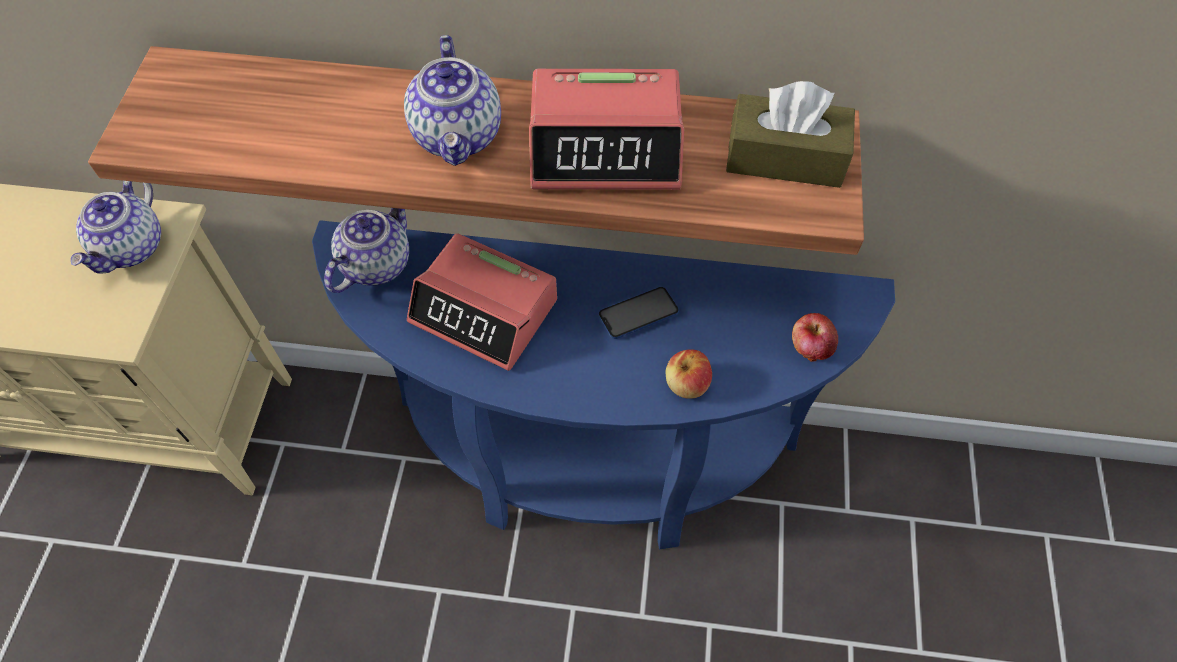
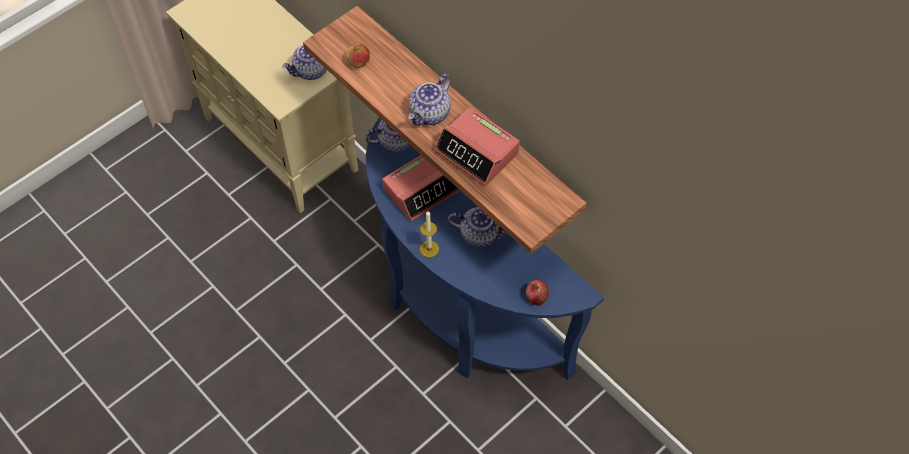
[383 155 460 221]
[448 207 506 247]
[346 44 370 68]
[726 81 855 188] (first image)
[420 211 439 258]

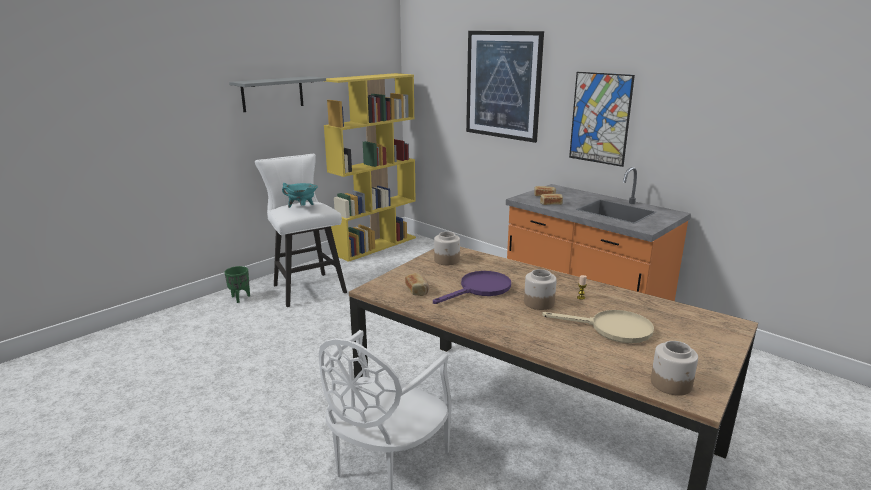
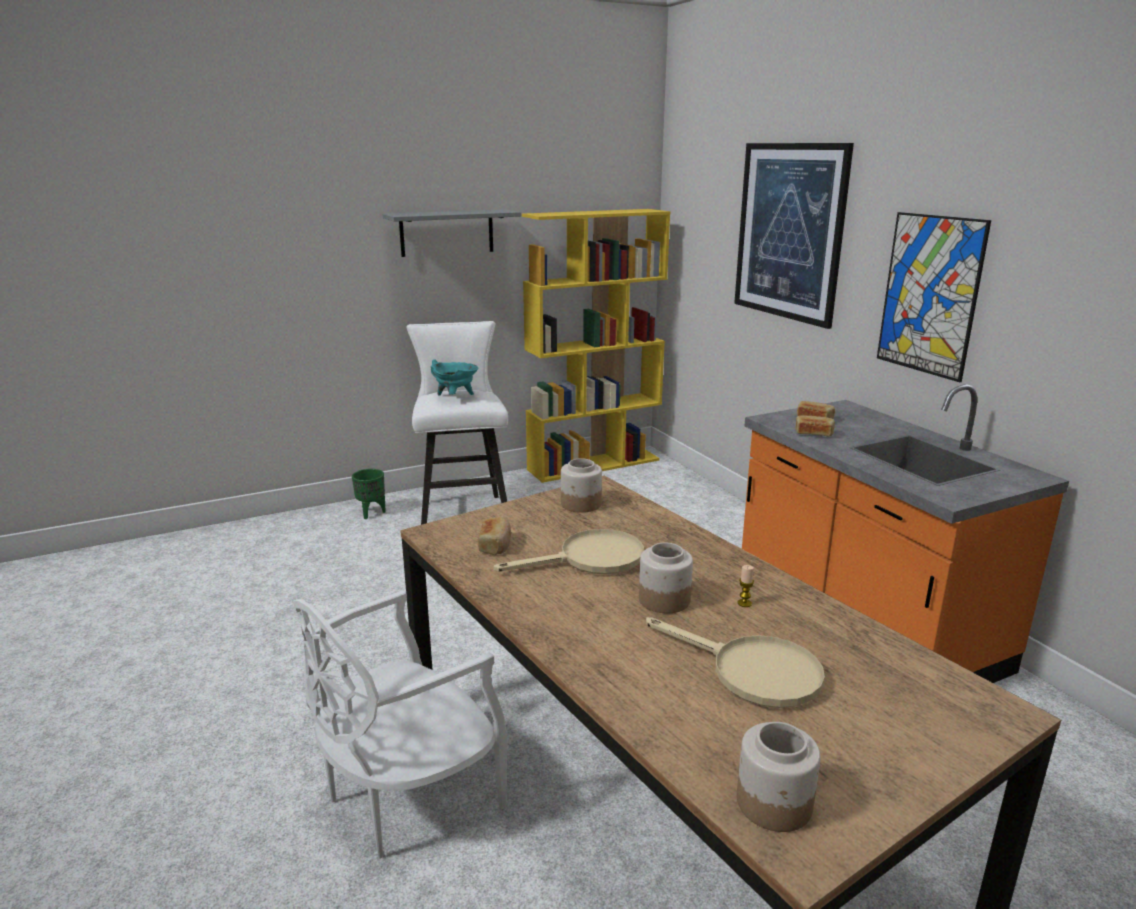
[494 529 644 574]

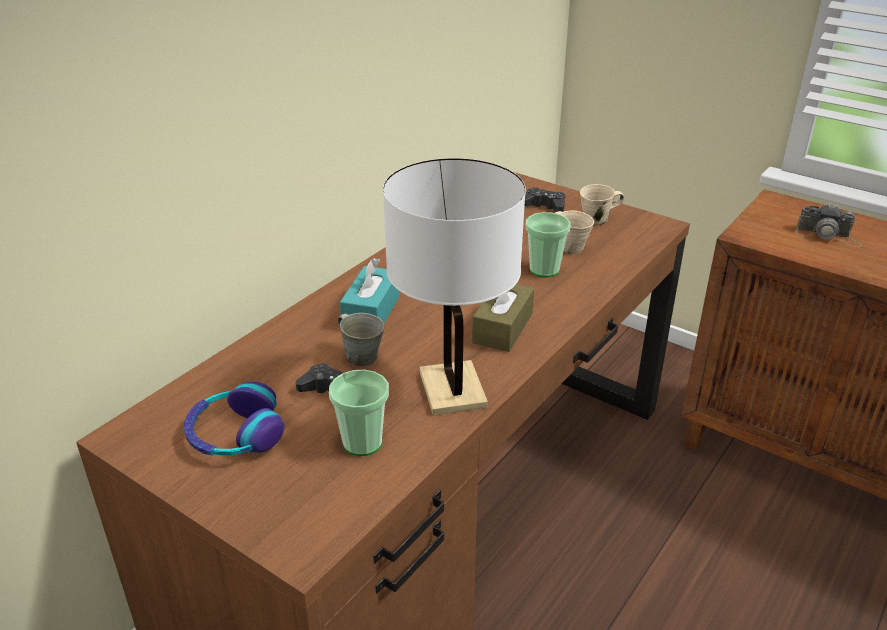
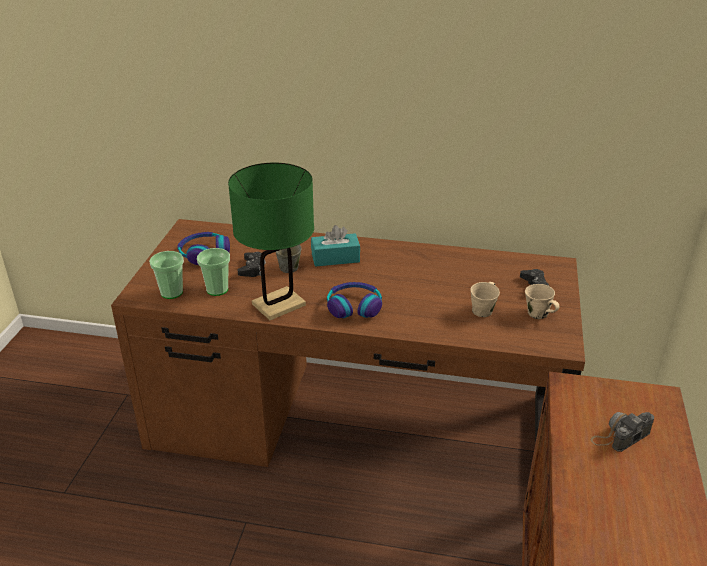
[228 162 314 320]
[327 282 382 318]
[149 251 184 299]
[591 412 654 452]

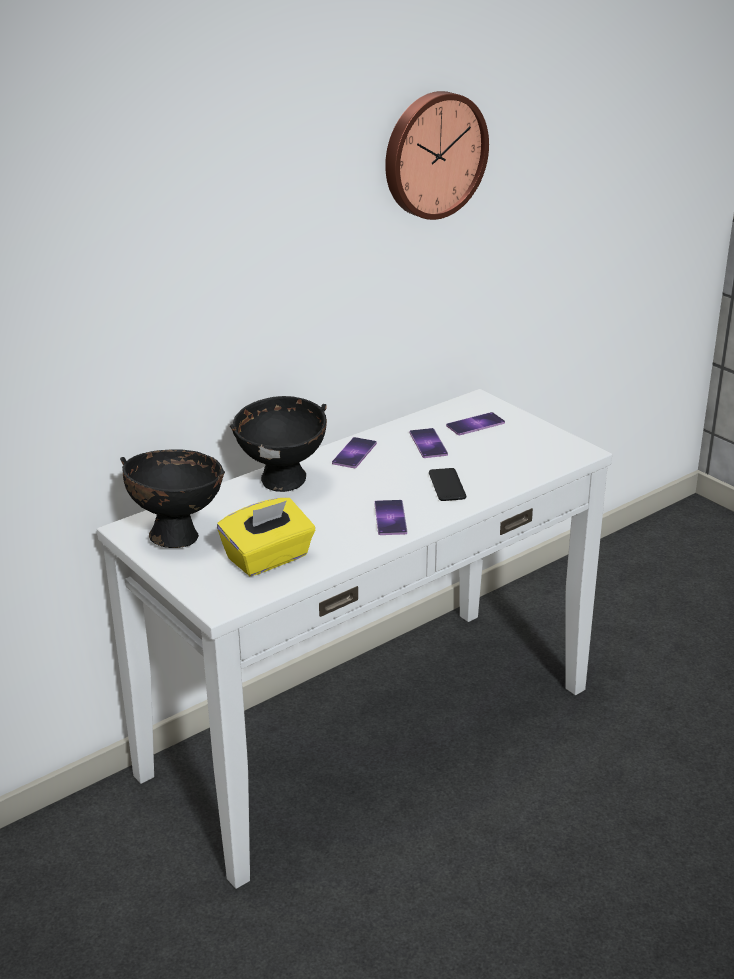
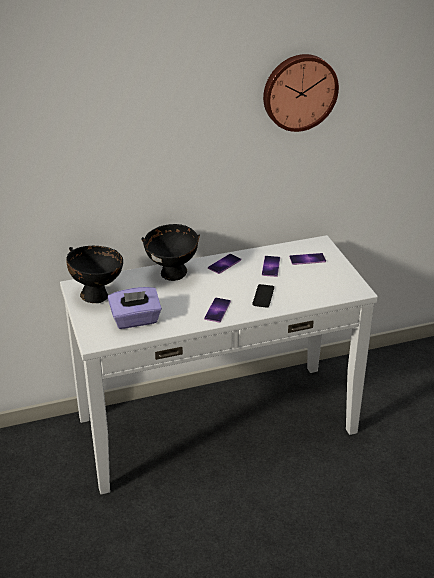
[108 287 162 329]

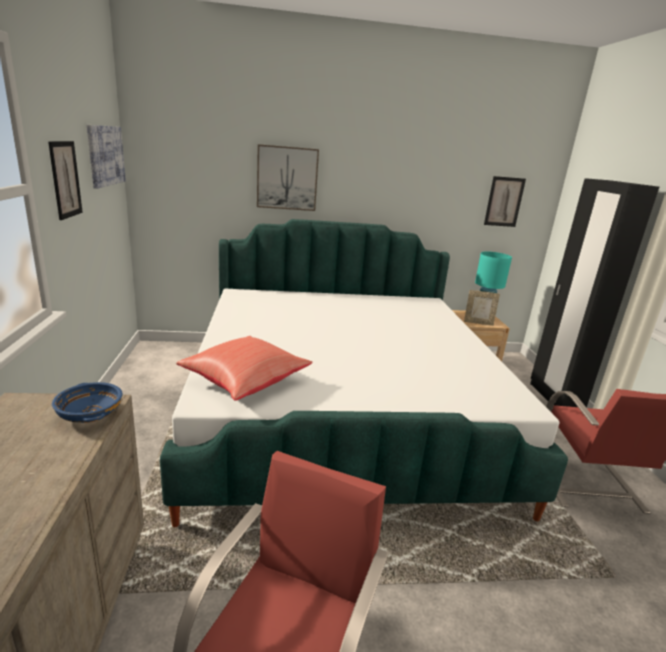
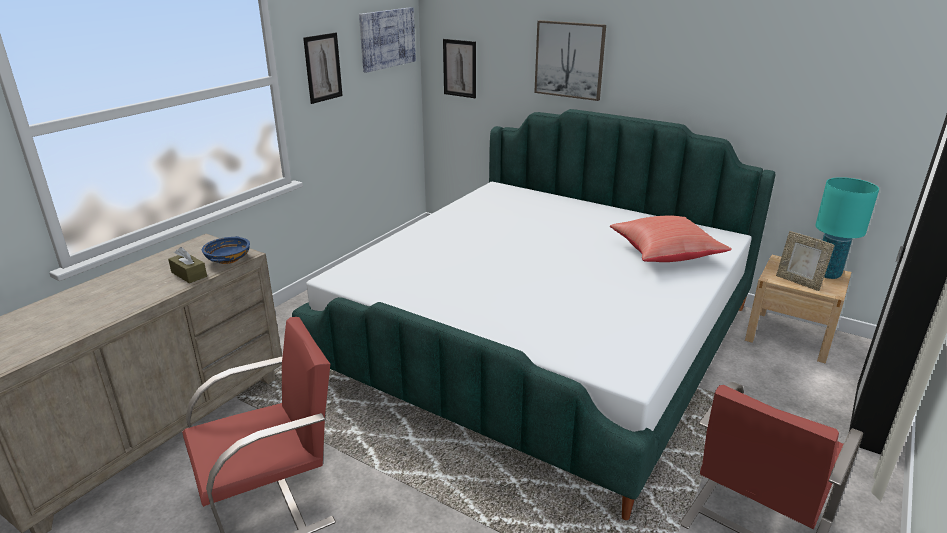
[610 216 732 262]
[443 39 476 98]
[168 247 207 283]

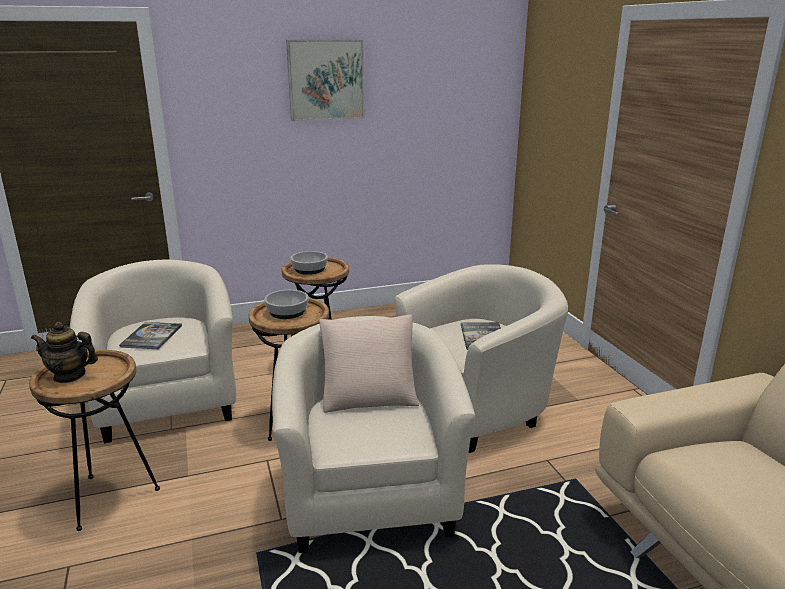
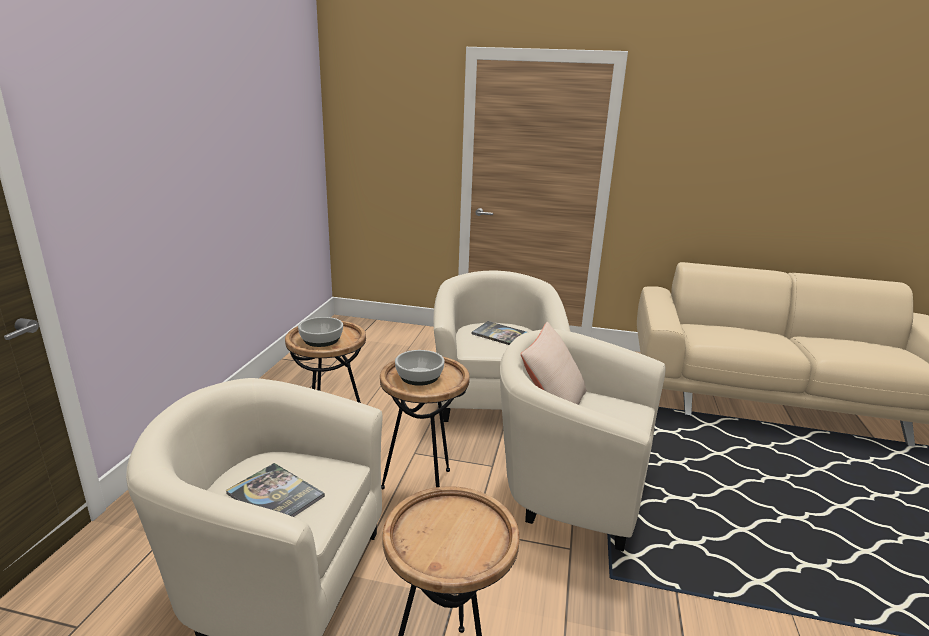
[31 322 98 383] (first image)
[286 40 365 121] (first image)

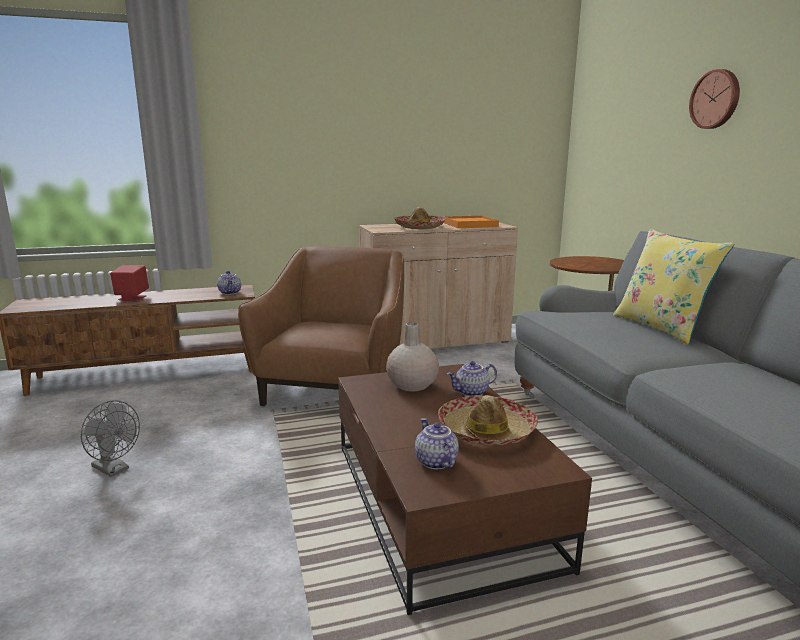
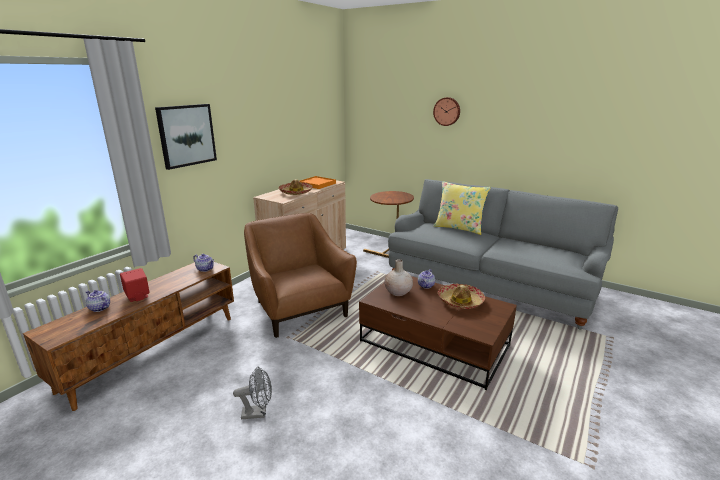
[86 290 110 312]
[155 104 217 170]

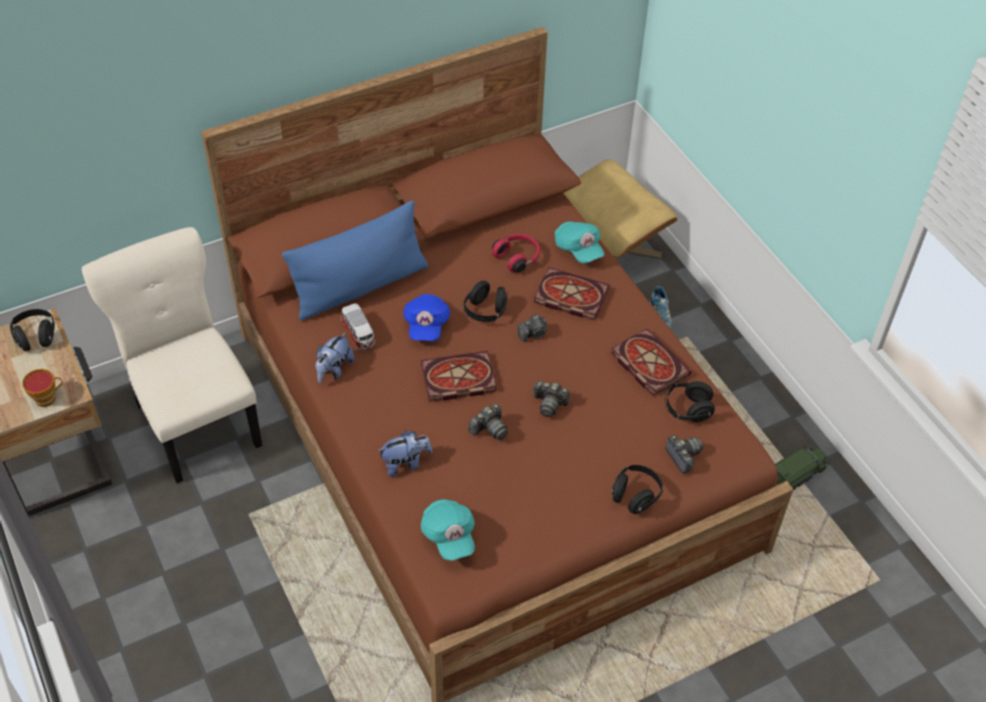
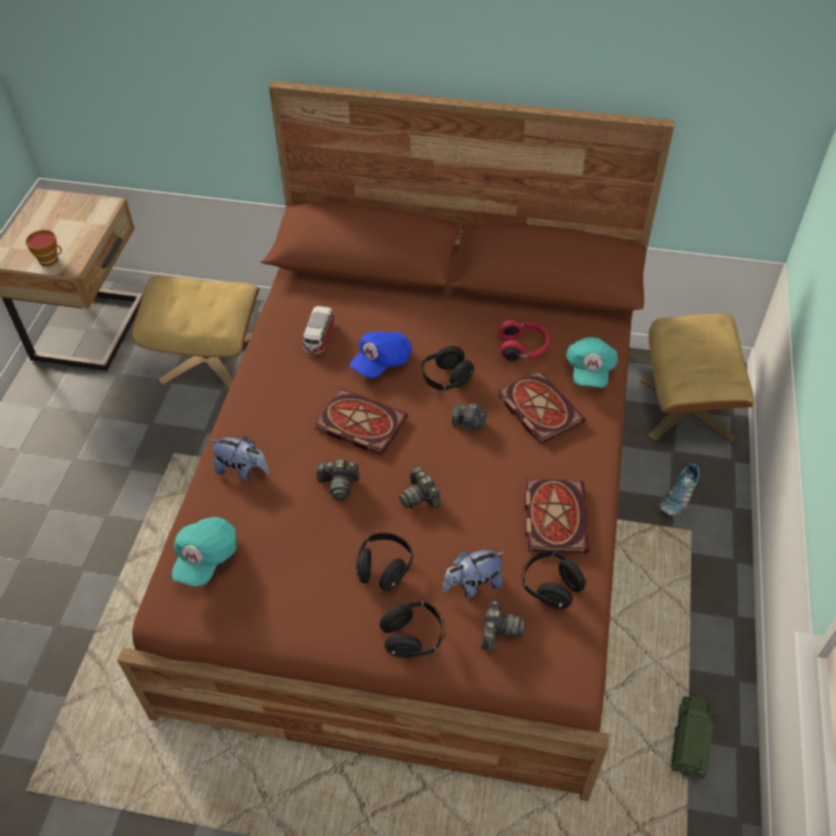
[356 533 413 591]
[131 276 260 389]
[282 200 428 321] (first image)
[443 550 505 598]
[671 696 716 780]

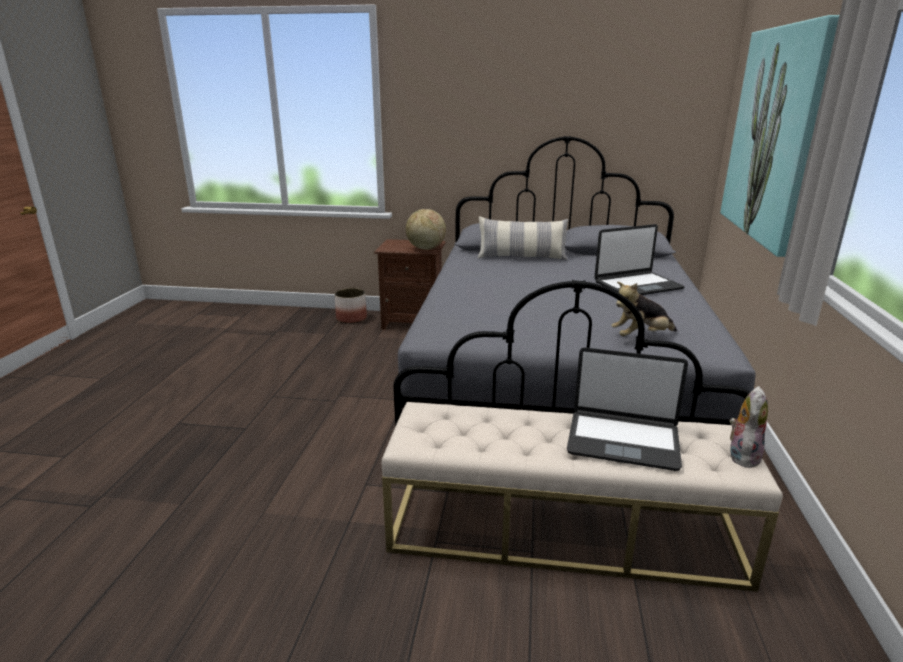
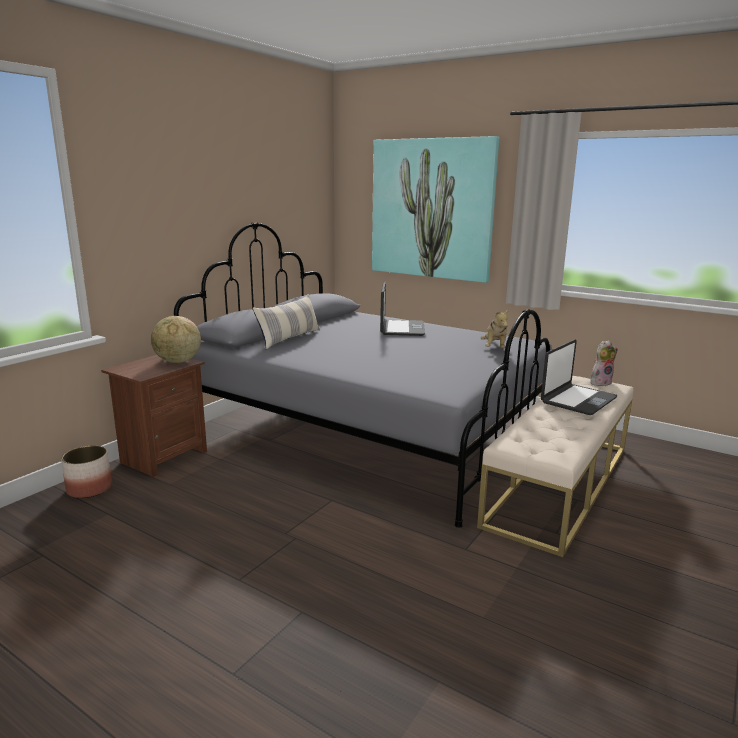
[590 340 618 386]

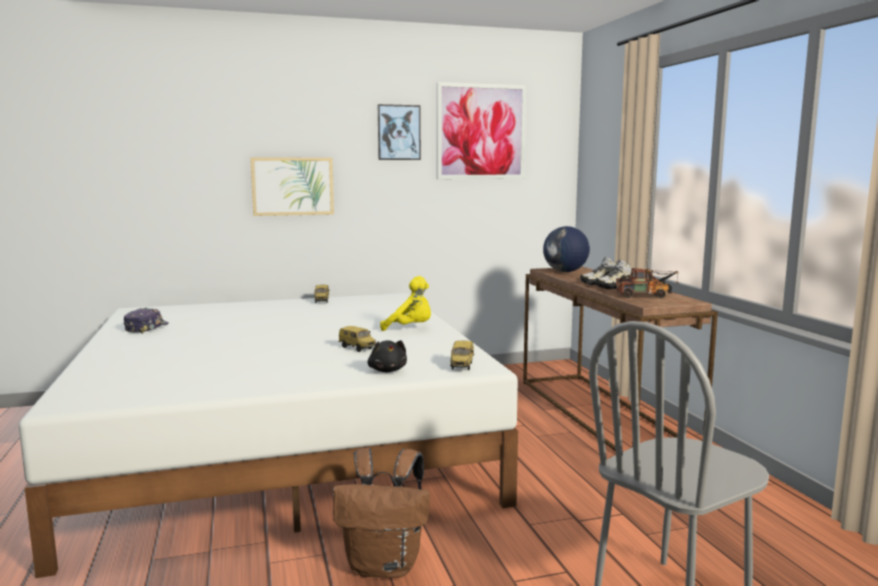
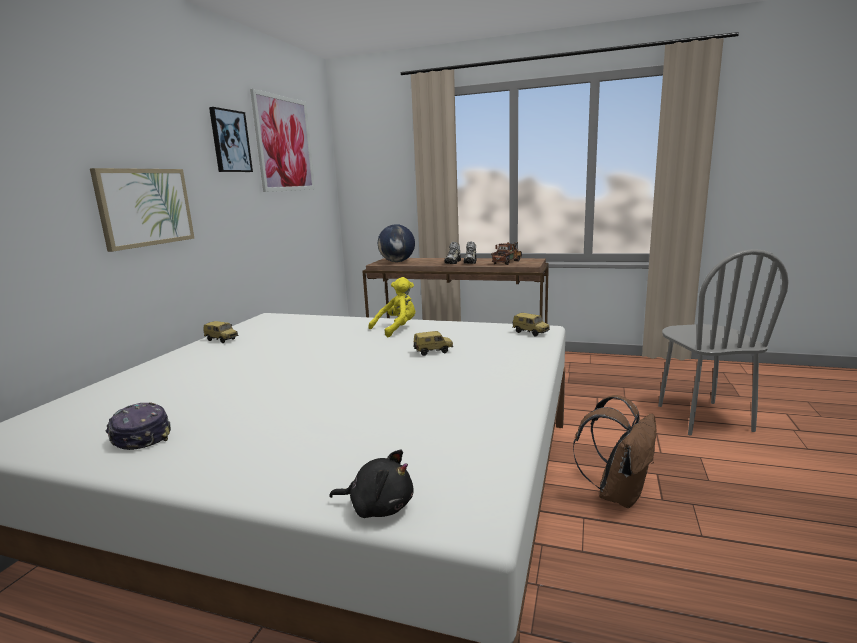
[329 450 414 518]

